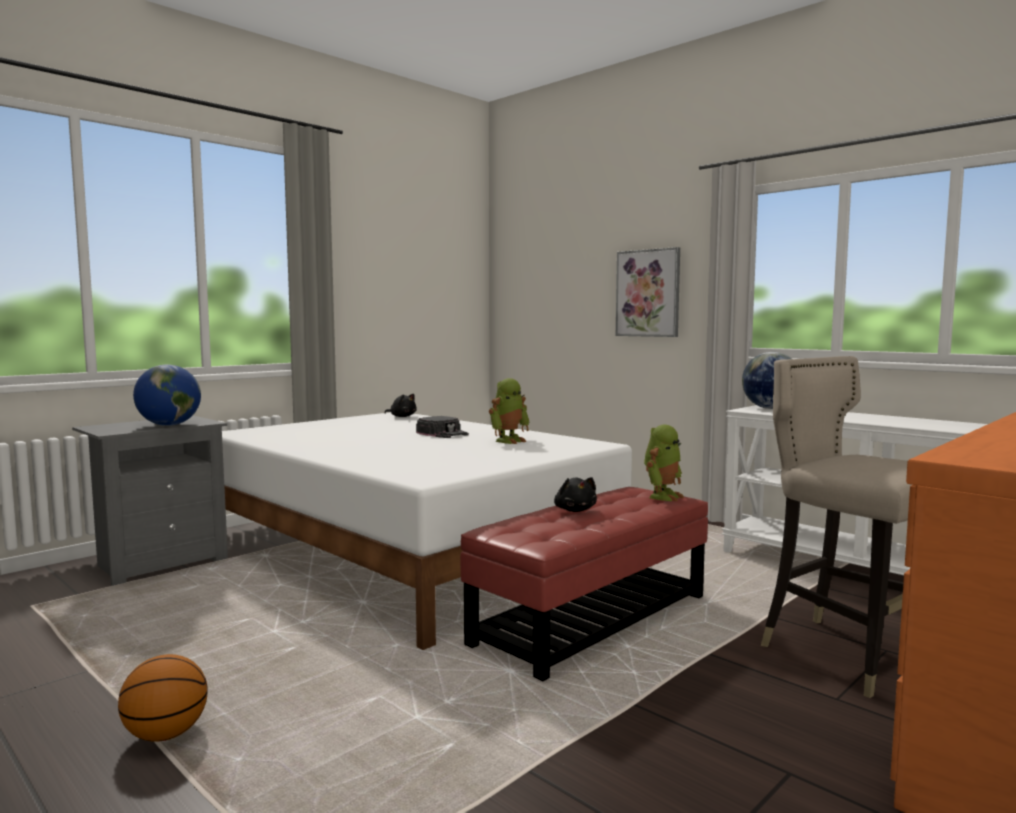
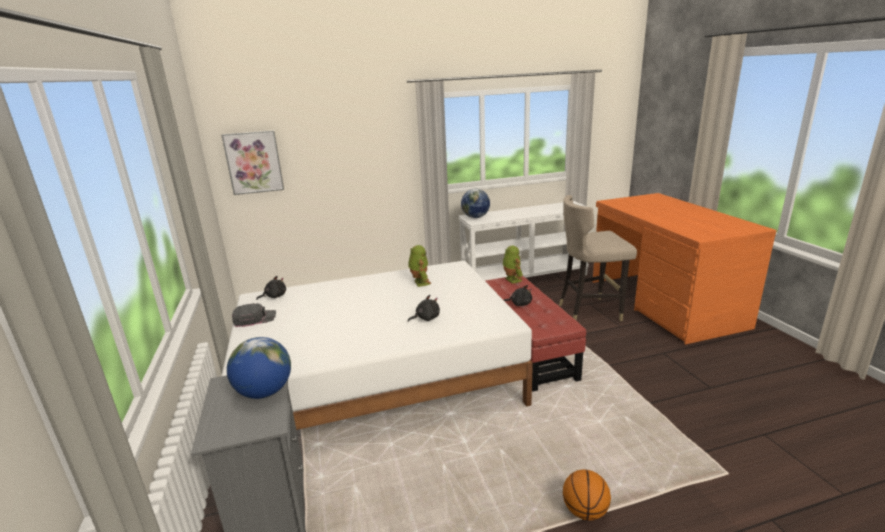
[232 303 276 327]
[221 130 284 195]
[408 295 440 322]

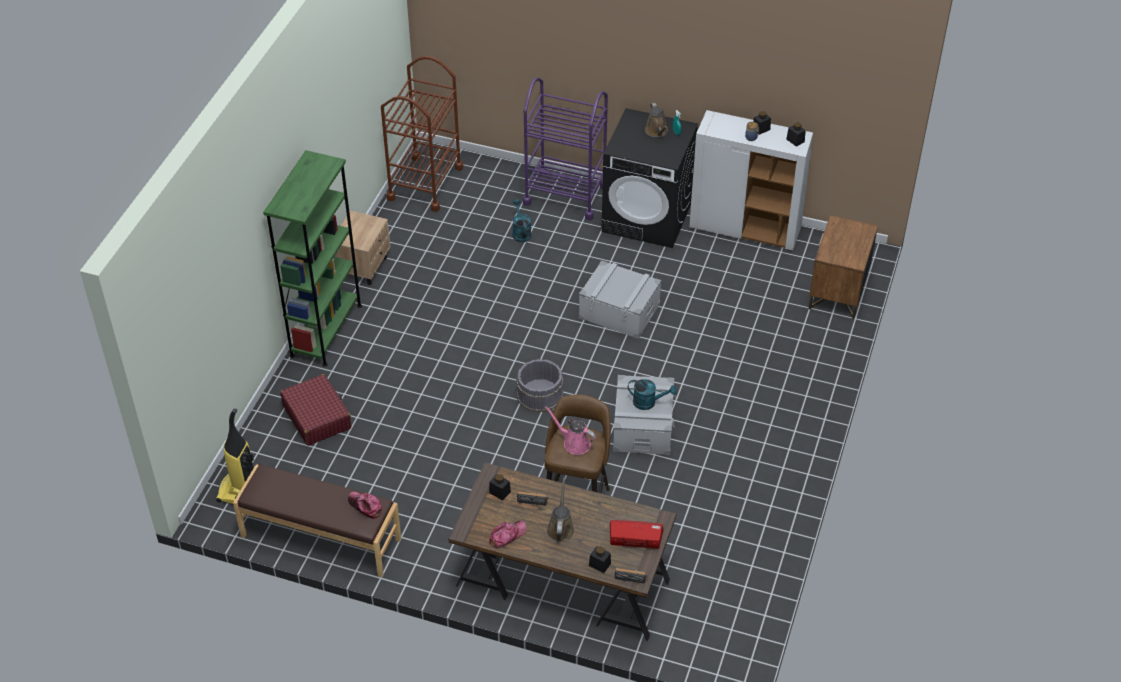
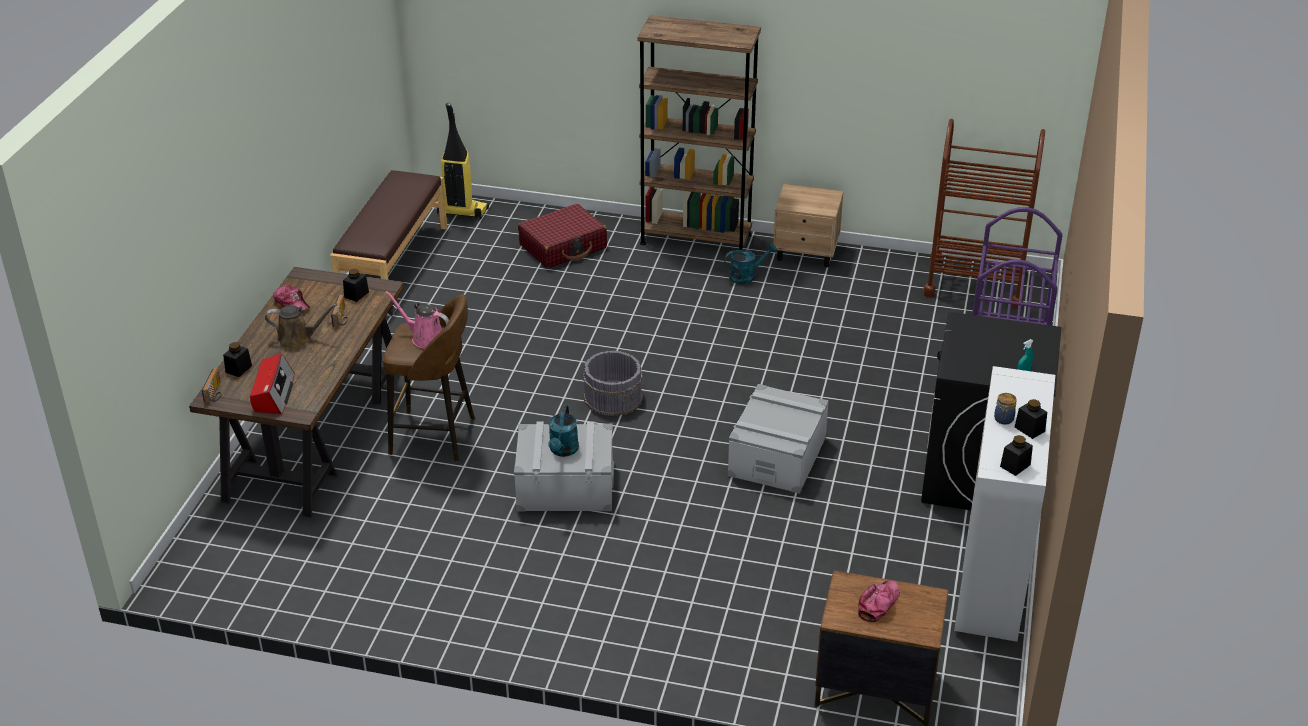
[637 15 761 250]
[858 580 900 622]
[724 243 777 284]
[385 291 449 349]
[645 103 668 137] (first image)

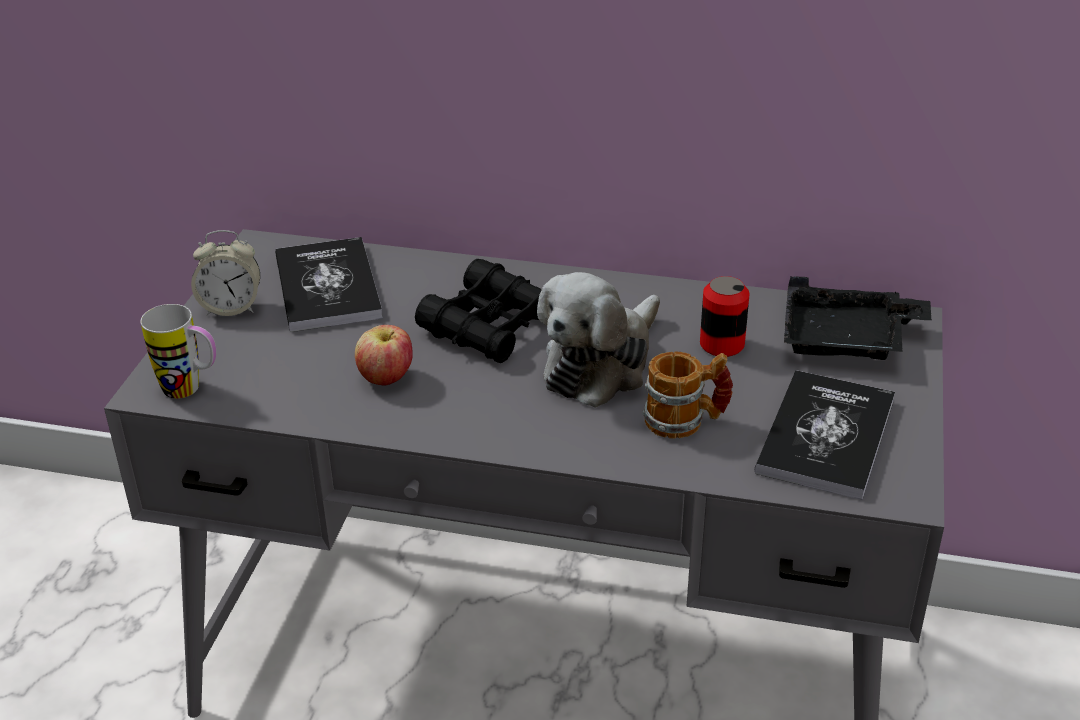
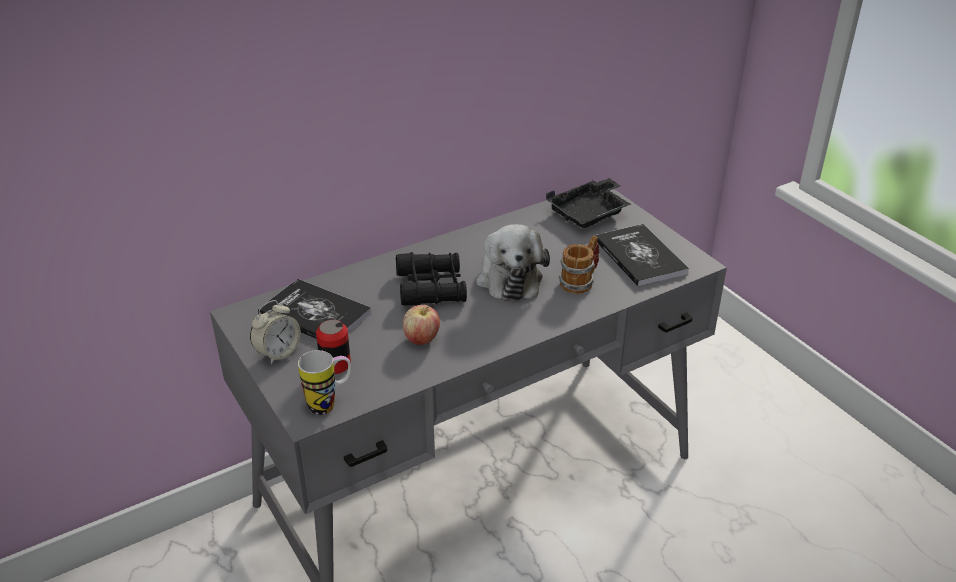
[316 320 351 374]

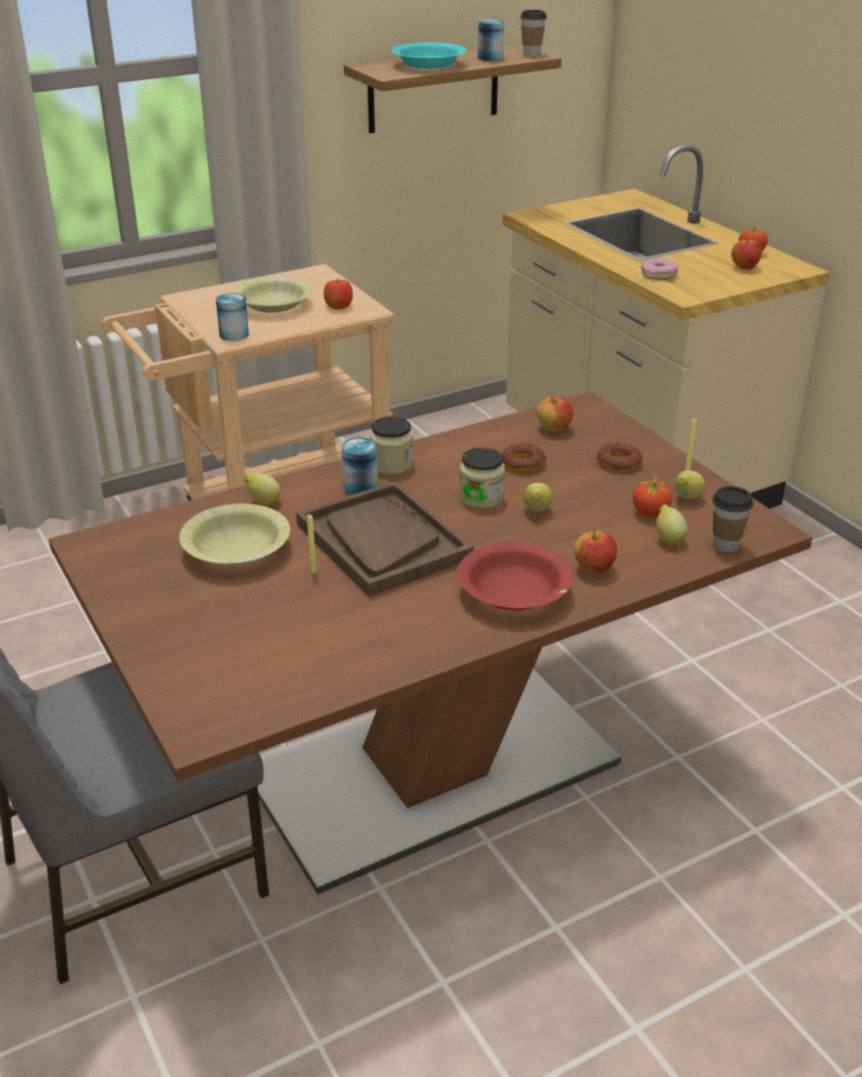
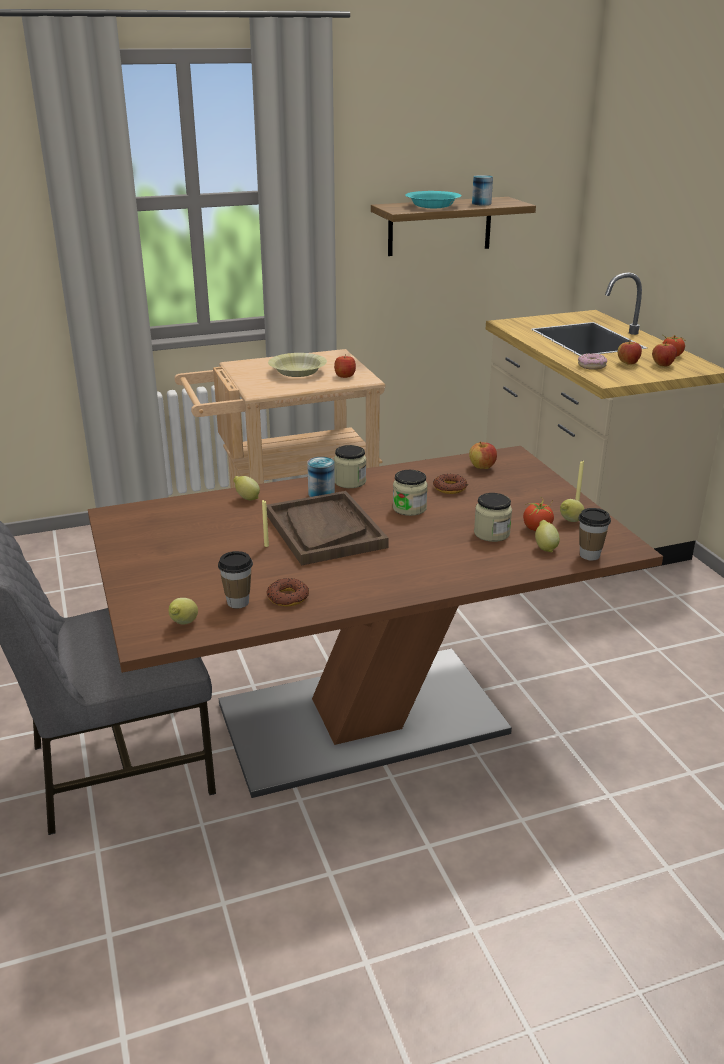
[179 504 290 567] (first image)
[216 293 249 341] (first image)
[457 542 573 611] (first image)
[218 551 253 609]
[168 598 198 625]
[618 340 642 364]
[266 578 309 606]
[474 493 512 542]

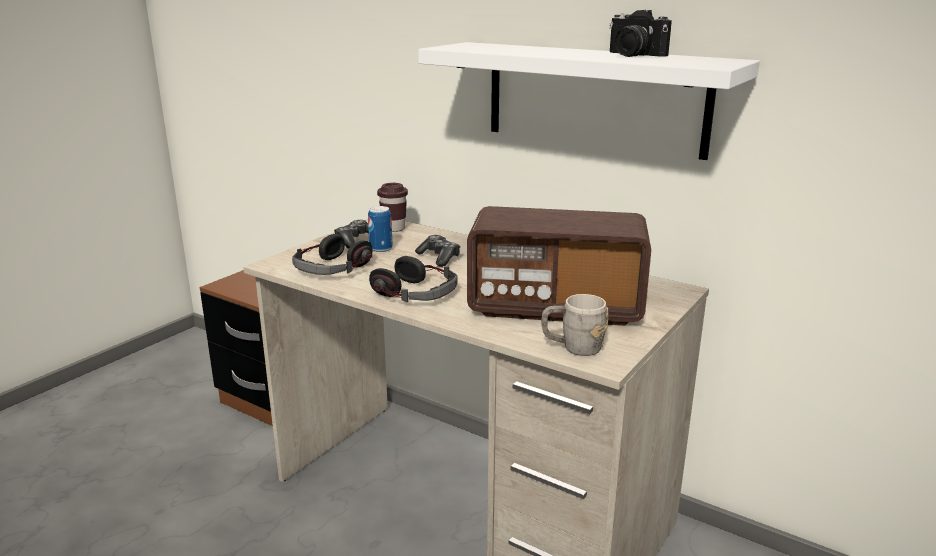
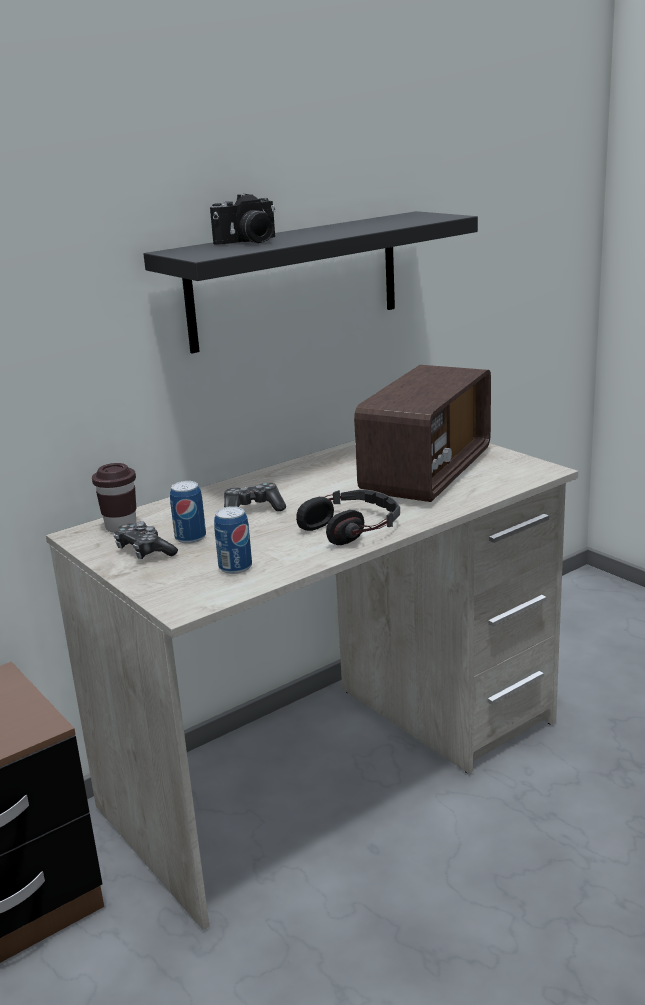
[214 506 252 574]
[144 211 478 354]
[541 294 609 356] (first image)
[210 194 275 245]

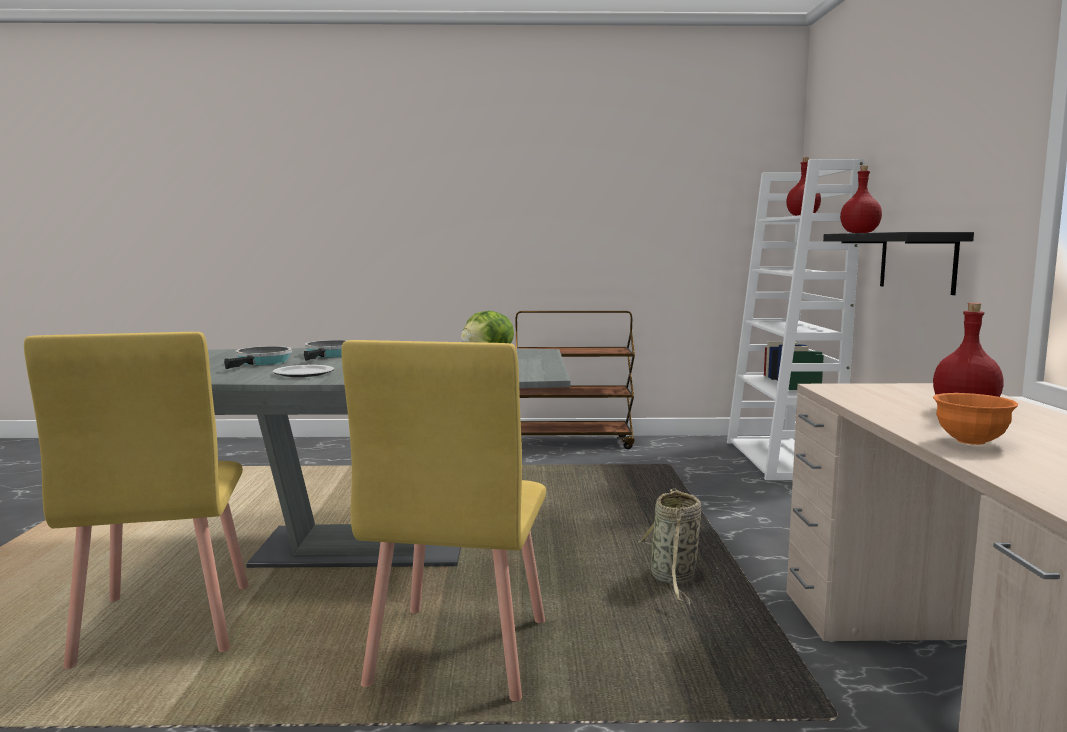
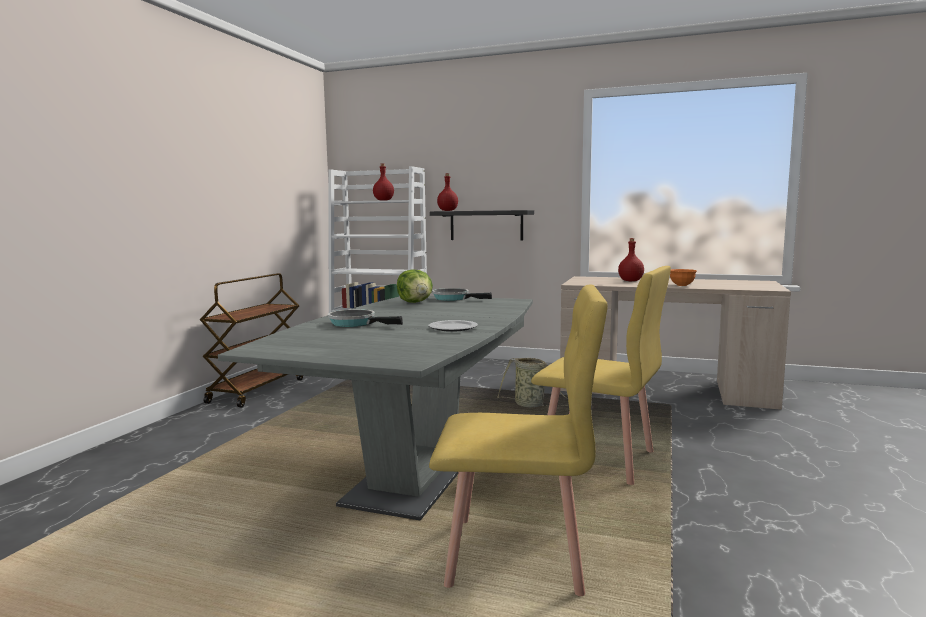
[432 288 492 301]

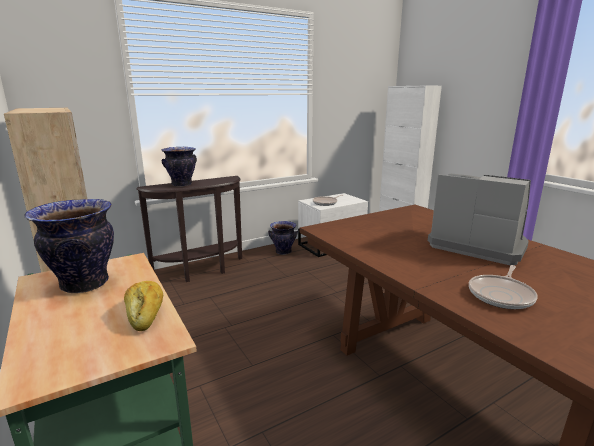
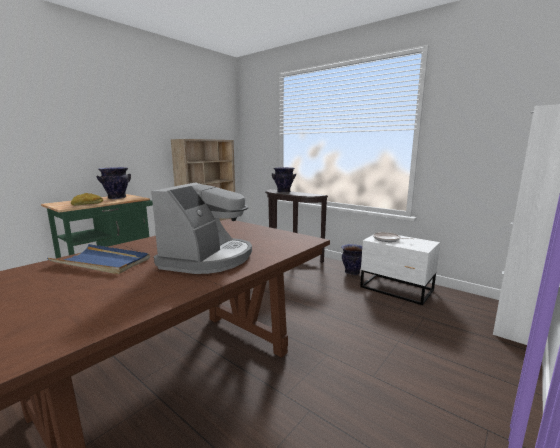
[47 244 150 274]

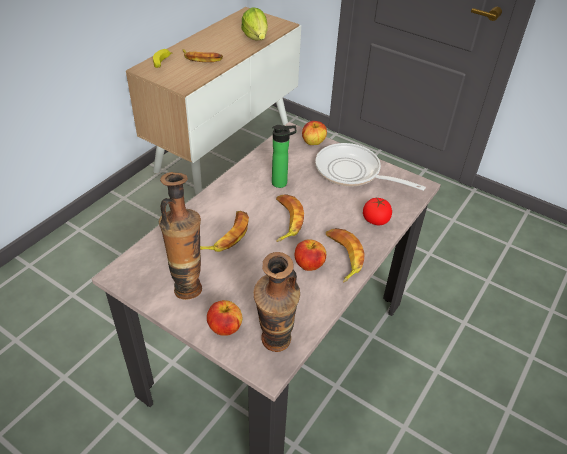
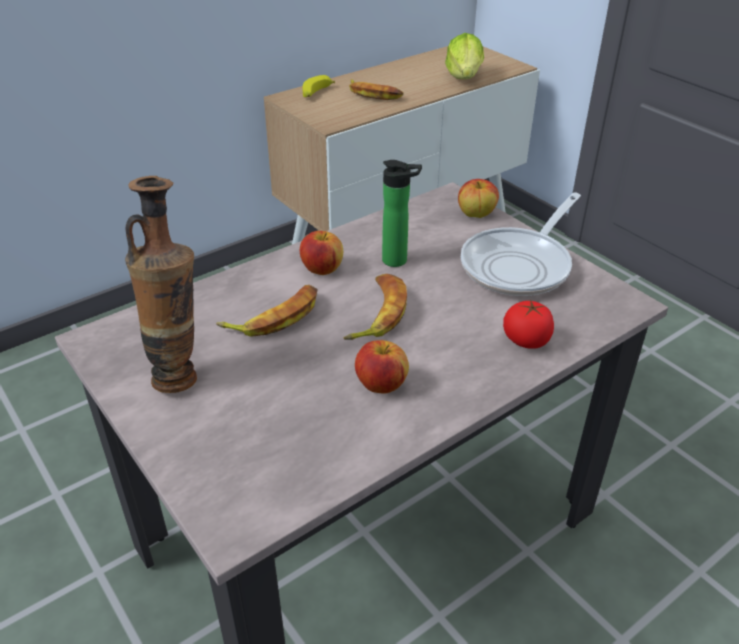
[300 231 343 275]
[254 252 300 352] (first image)
[461 192 581 296]
[326 228 365 282] (first image)

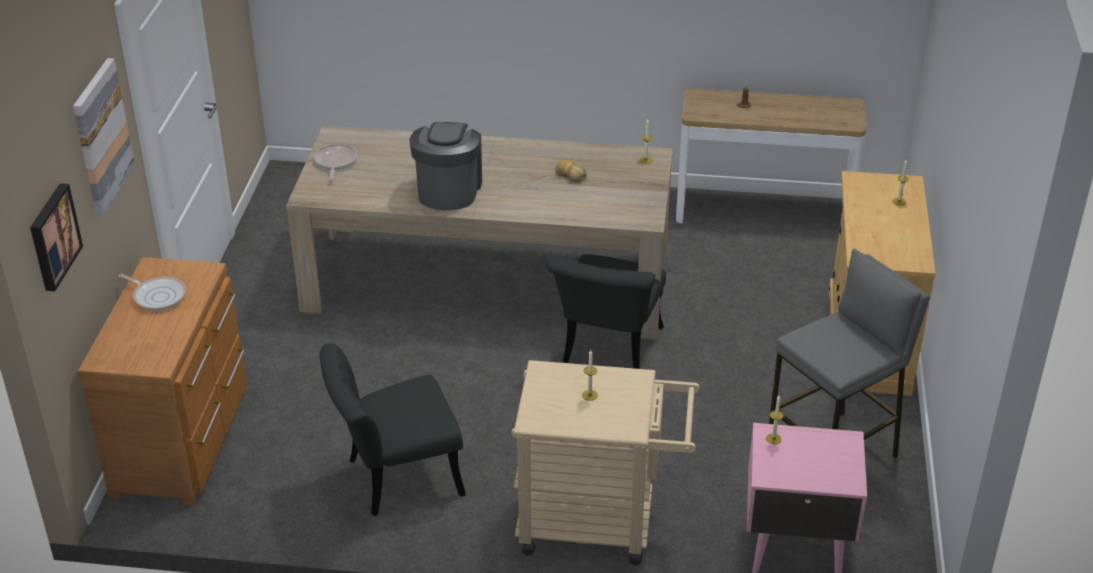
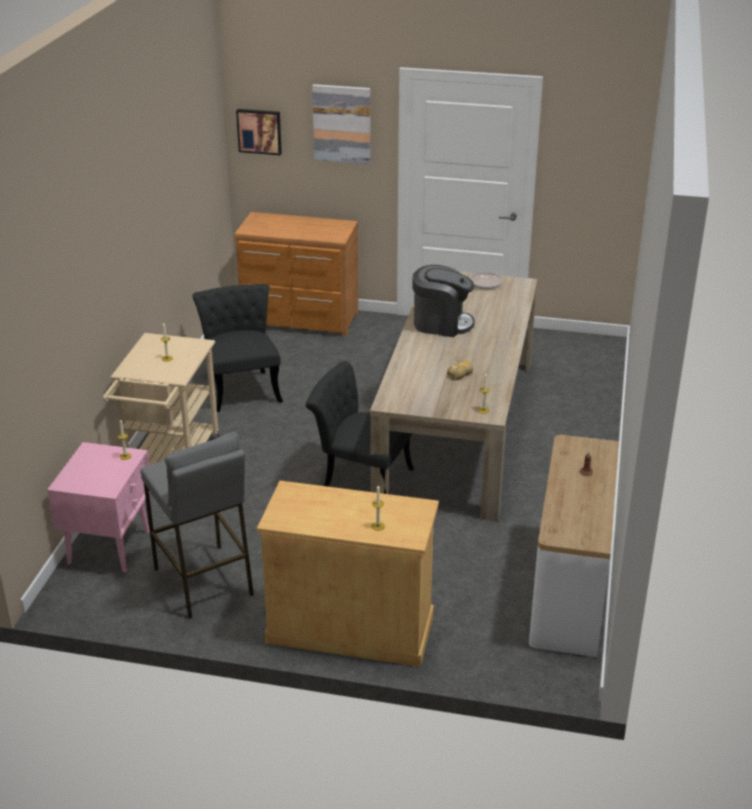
[119 273 186 311] (first image)

